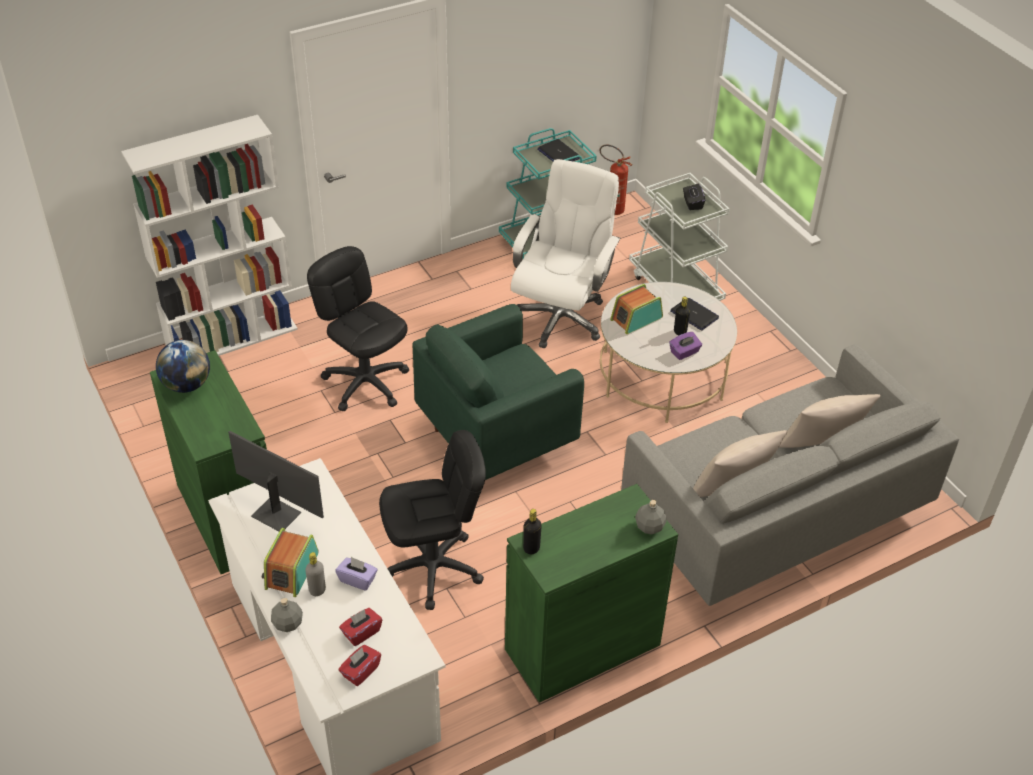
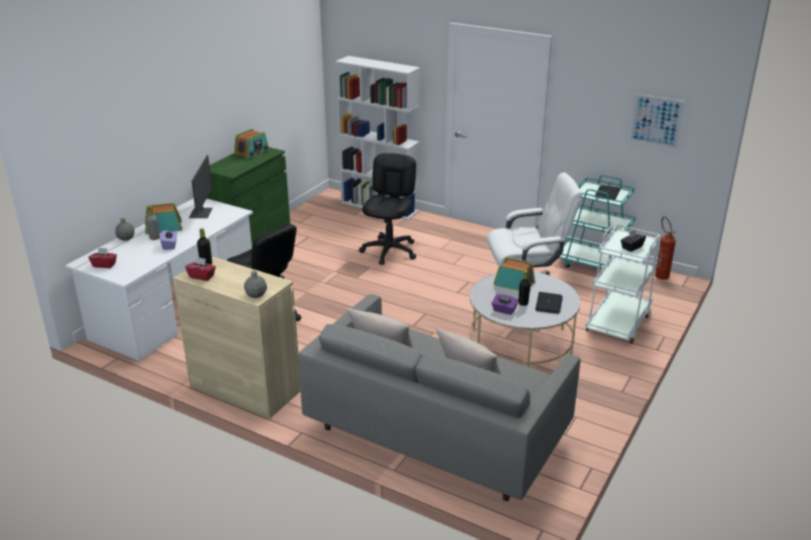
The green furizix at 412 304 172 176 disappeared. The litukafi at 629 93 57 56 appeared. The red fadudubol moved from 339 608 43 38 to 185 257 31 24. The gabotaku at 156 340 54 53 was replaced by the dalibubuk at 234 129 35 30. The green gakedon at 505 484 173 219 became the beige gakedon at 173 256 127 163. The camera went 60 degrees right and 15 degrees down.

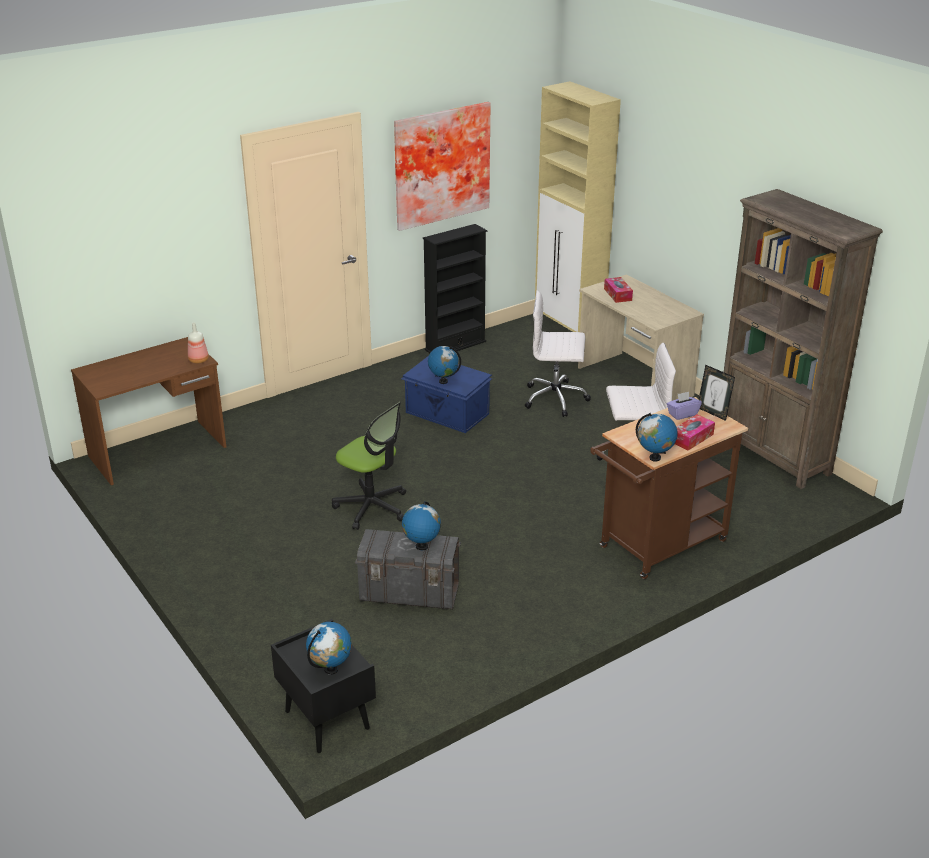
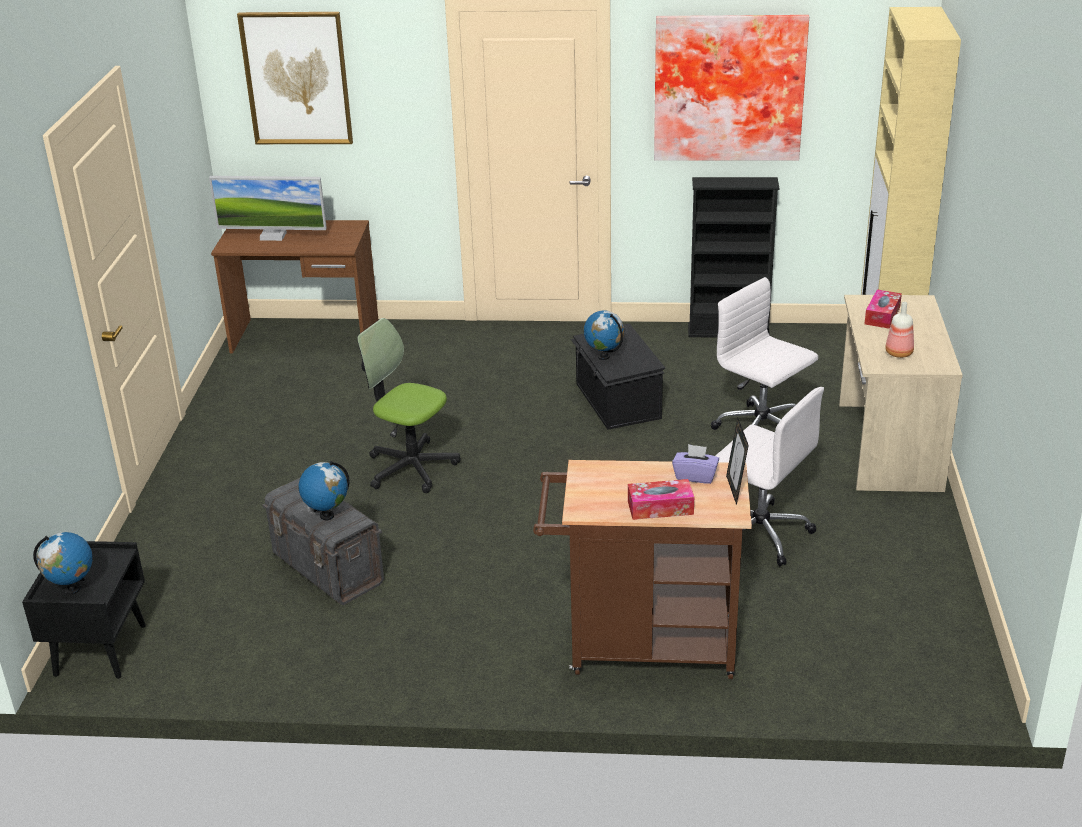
The gabotaku at 636 413 42 49 disappeared. The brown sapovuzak at 724 189 159 300 disappeared. The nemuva at 209 176 118 65 appeared. The litukafi at 237 12 116 132 appeared. The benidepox moved from 188 323 21 41 to 885 302 29 56. The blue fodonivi at 401 356 91 77 became the black fodonivi at 571 323 94 107. The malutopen at 332 402 74 128 turned 135 degrees clockwise. The camera went 40 degrees right and 0 degrees up.

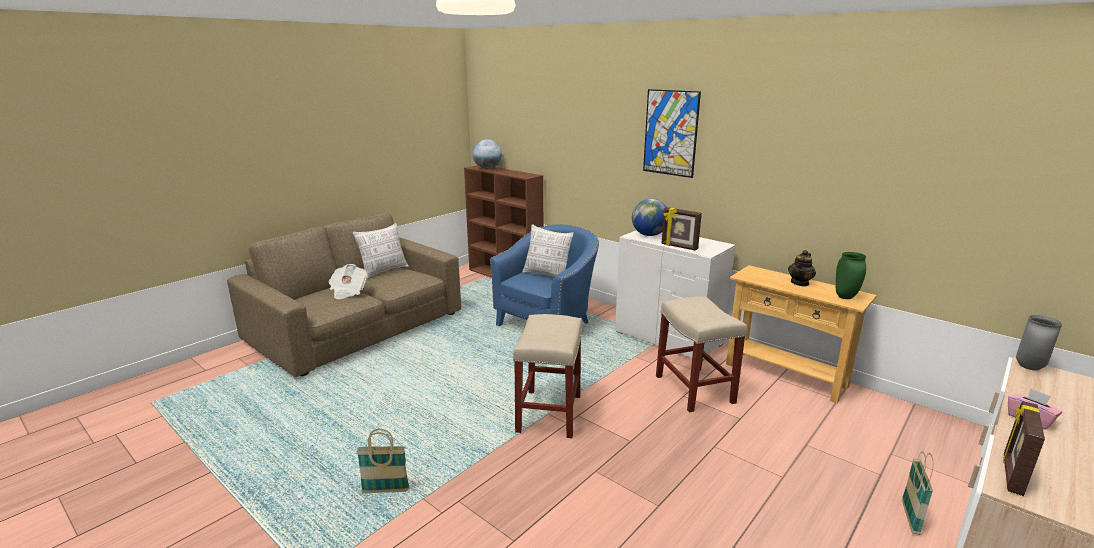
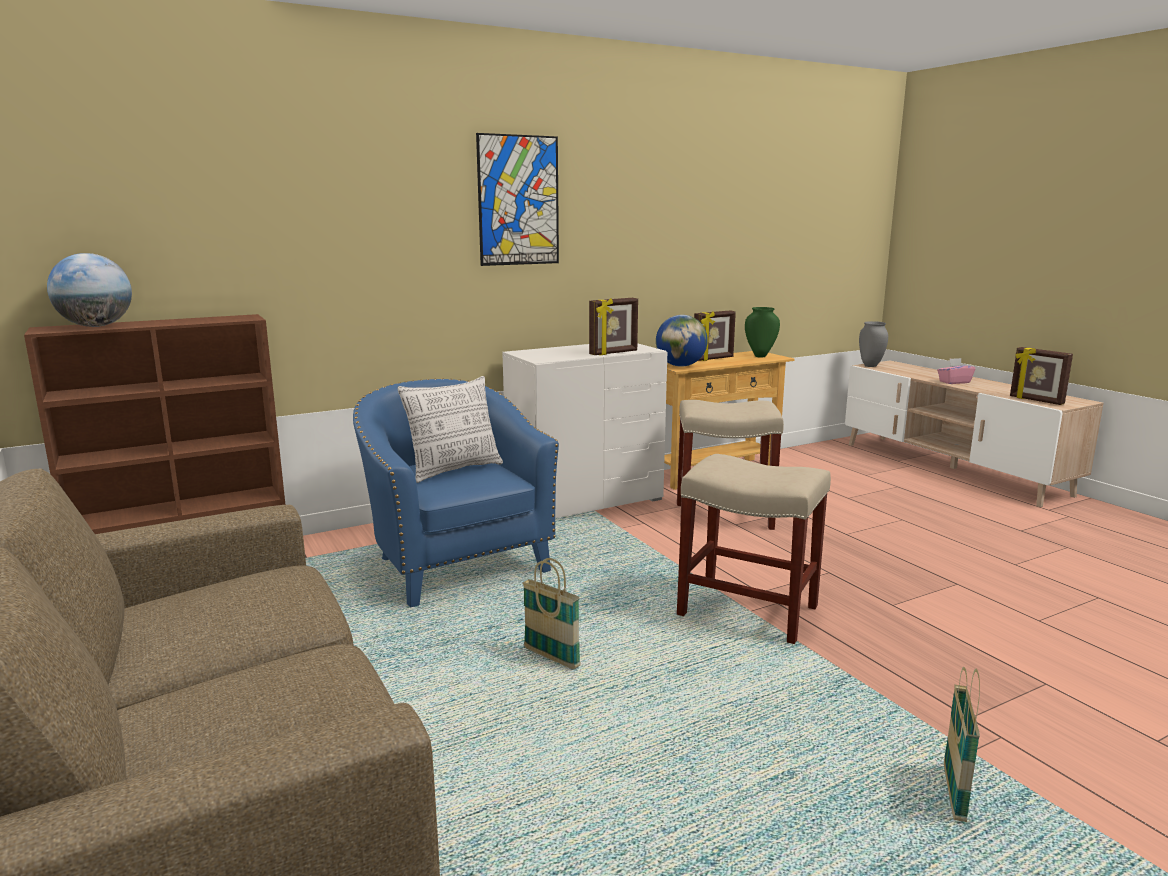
The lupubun at 329 264 39 35 disappeared. The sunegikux at 353 223 56 56 disappeared. The gabotaku moved from 632 199 34 37 to 656 315 52 52. The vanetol moved from 902 451 32 84 to 522 558 59 111. The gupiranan at 788 250 28 37 was replaced by the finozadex at 694 311 42 50. The camera went 70 degrees left and 5 degrees down.

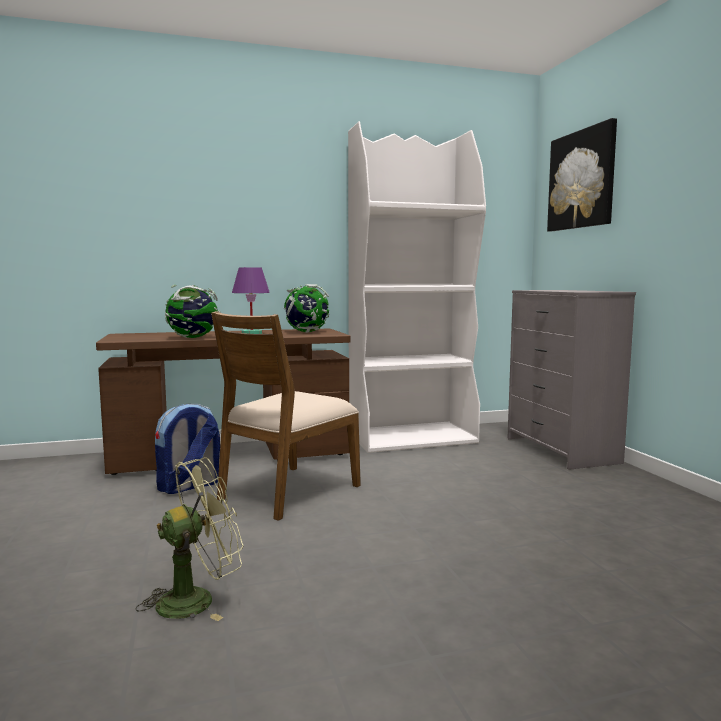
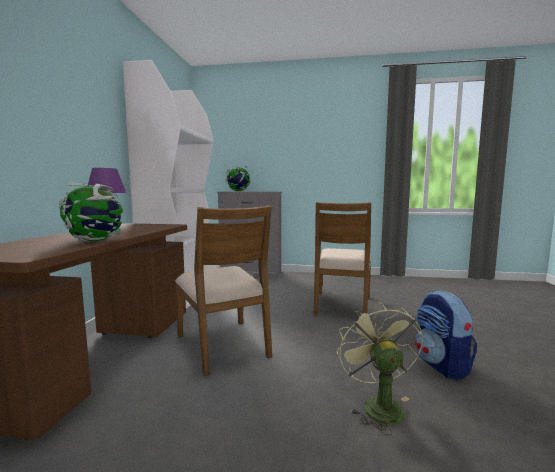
The litukafi at 547 118 70 113 disappeared. The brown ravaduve at 314 202 57 114 appeared. The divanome moved from 155 404 65 90 to 415 290 62 90. The gabotaku moved from 284 284 45 49 to 225 166 26 25. The camera went 65 degrees left and 0 degrees up.

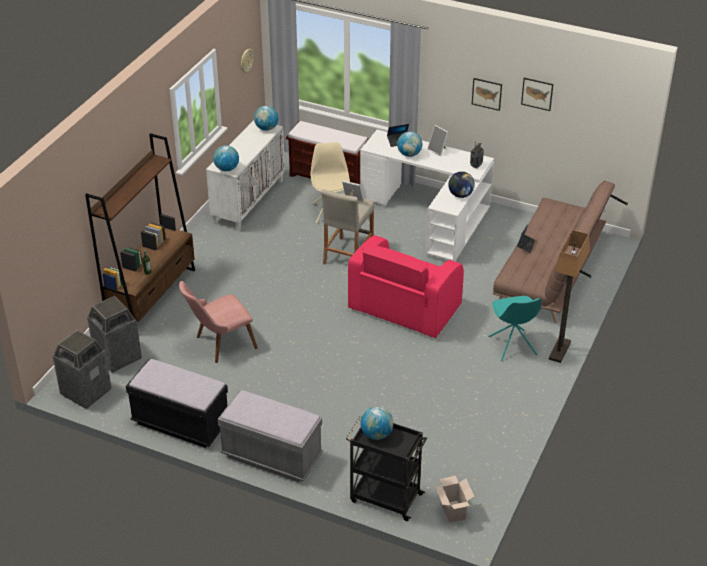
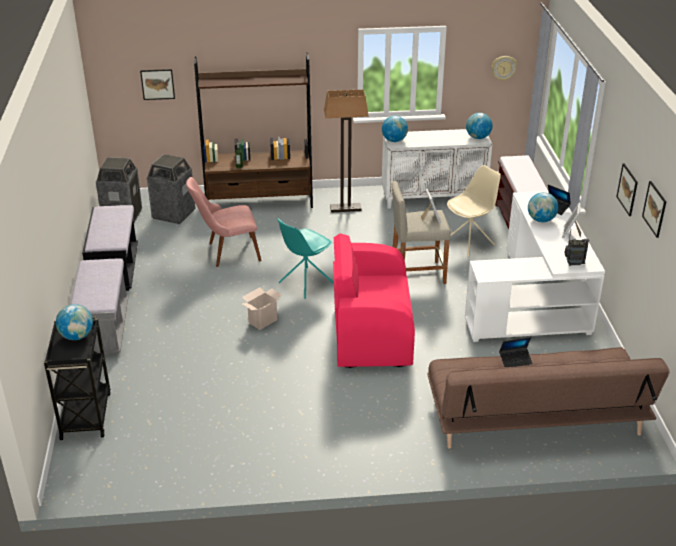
The gabotaku at 448 171 27 27 disappeared. The litukafi at 140 69 35 31 appeared. The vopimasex moved from 435 476 39 47 to 241 287 41 43. The turquoise ravaduve moved from 488 296 53 65 to 277 218 57 81. The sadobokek moved from 549 230 41 133 to 324 89 45 124. The pink ravaduve at 179 281 79 82 turned 45 degrees counterclockwise. The camera went 60 degrees right and 5 degrees down.

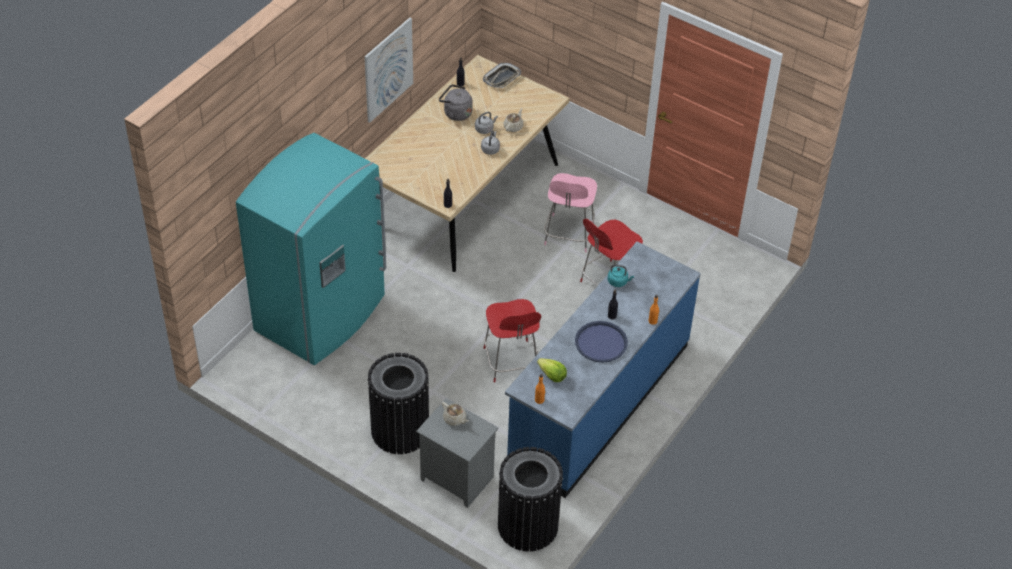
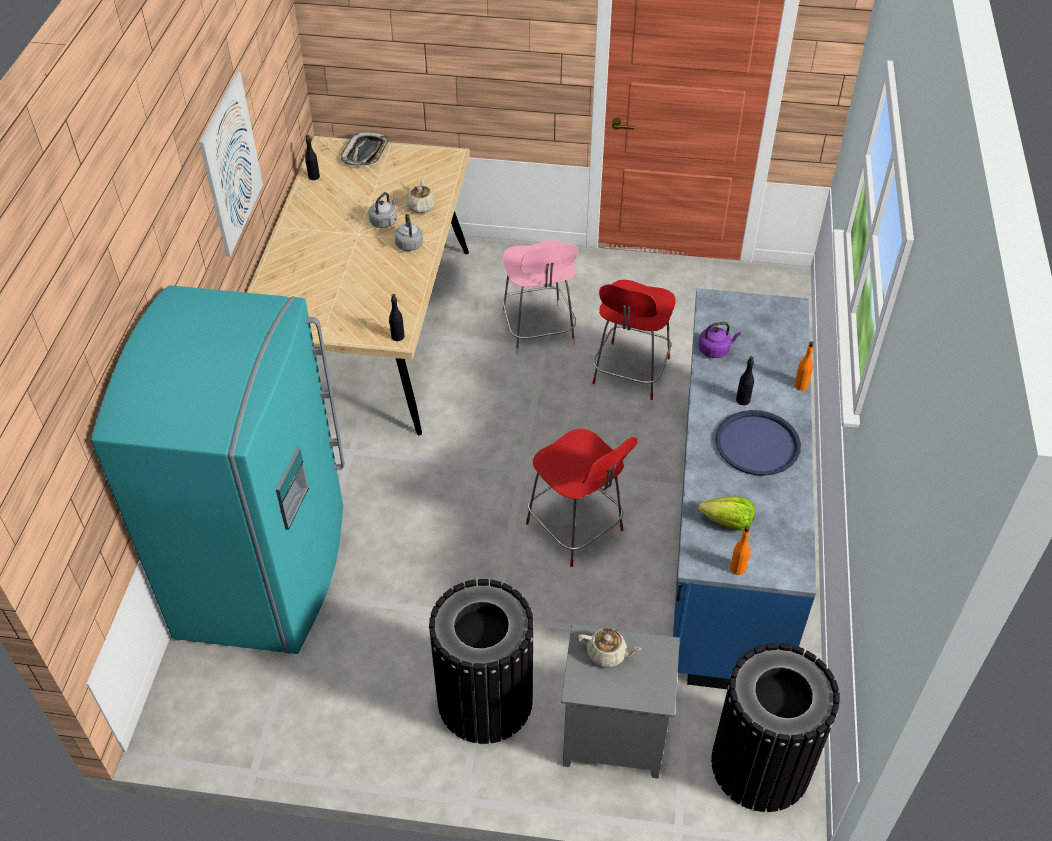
The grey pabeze at 439 84 34 37 disappeared. The turquoise pabeze at 608 264 26 23 became the purple pabeze at 698 322 43 36. The camera went 25 degrees left and 0 degrees up.

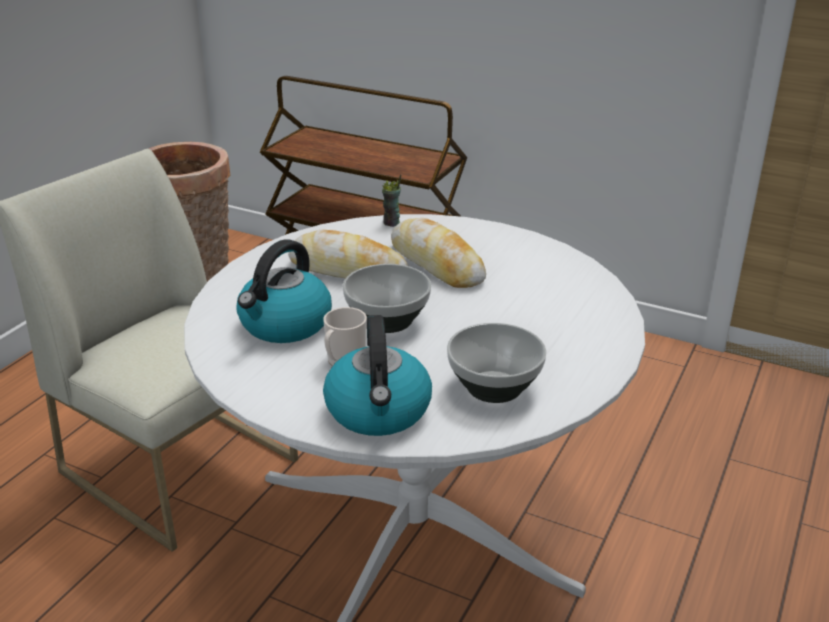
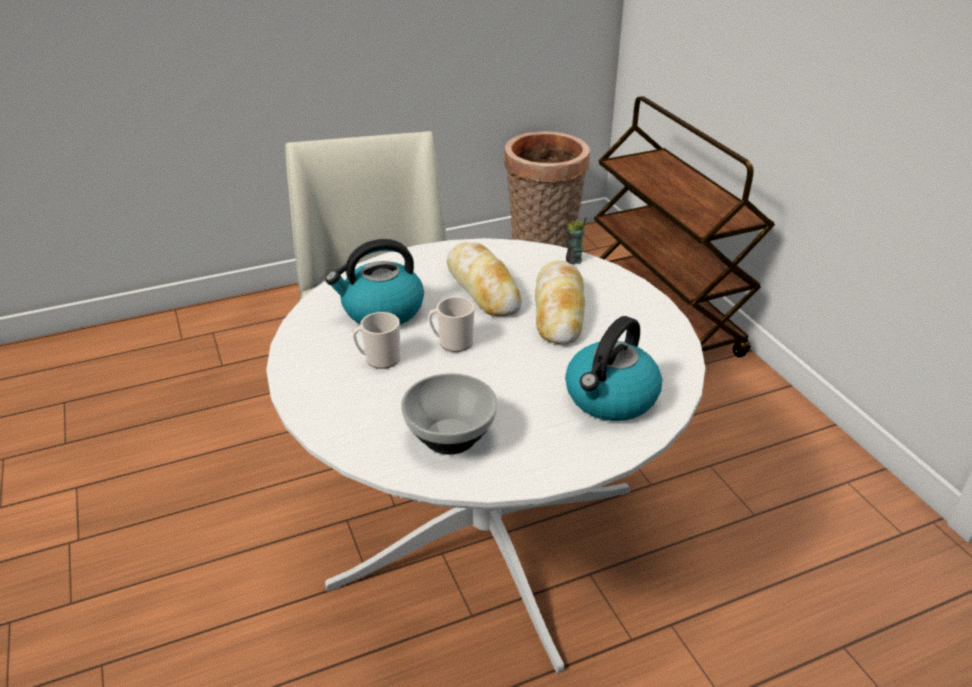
The pabeze moved from 323 315 109 121 to 565 316 97 105. The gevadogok at 343 264 88 69 was replaced by the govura at 428 297 47 55. The camera went 40 degrees right and 5 degrees up.

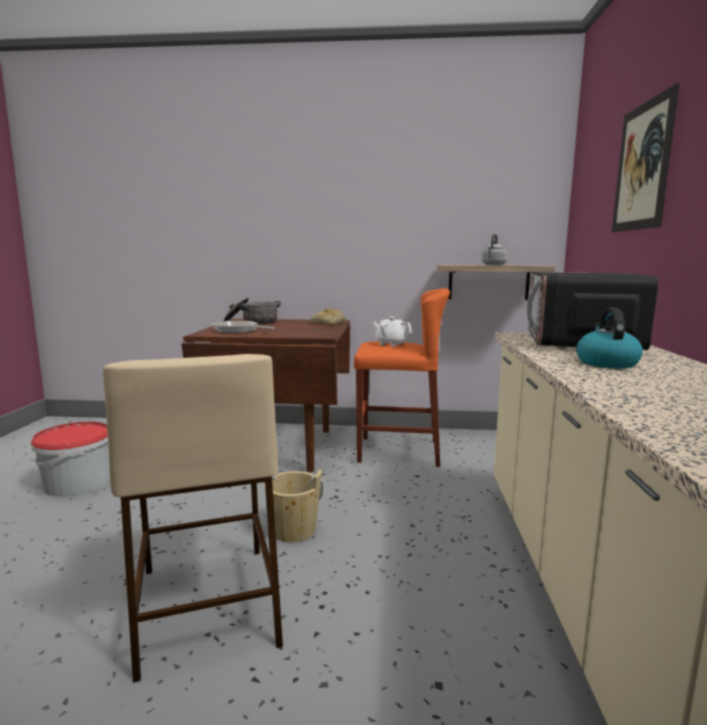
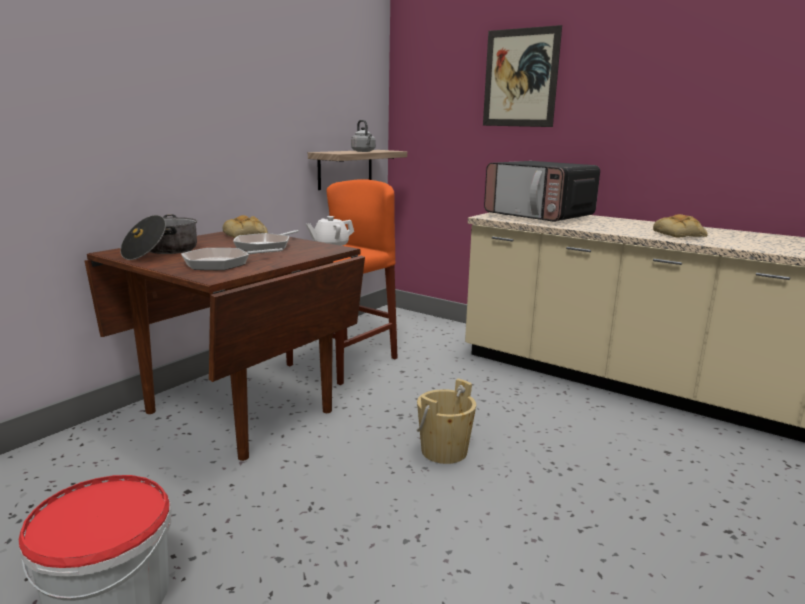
The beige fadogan at 103 354 180 329 disappeared. The pabeze at 576 307 67 62 disappeared. The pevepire at 233 230 66 21 appeared. The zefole at 653 214 55 23 appeared. The camera went 60 degrees left and 5 degrees up.

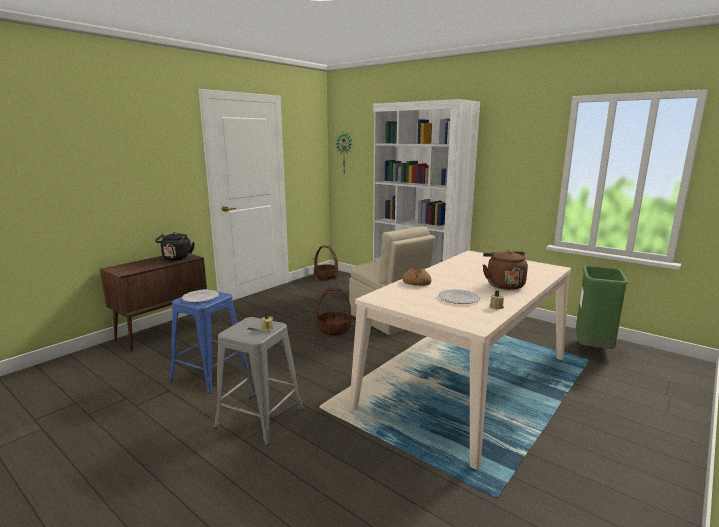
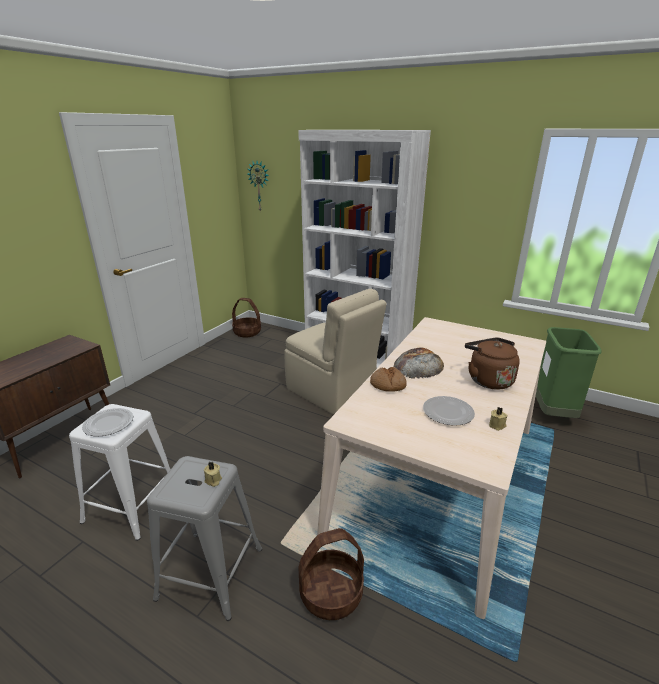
The black pabeze at 155 232 40 29 disappeared. The zefole at 394 348 50 31 appeared. The vanetol moved from 317 288 34 48 to 298 528 66 92. The blue fadogan at 169 289 78 105 became the white fadogan at 69 404 102 137. The camera went 10 degrees left and 10 degrees up.

